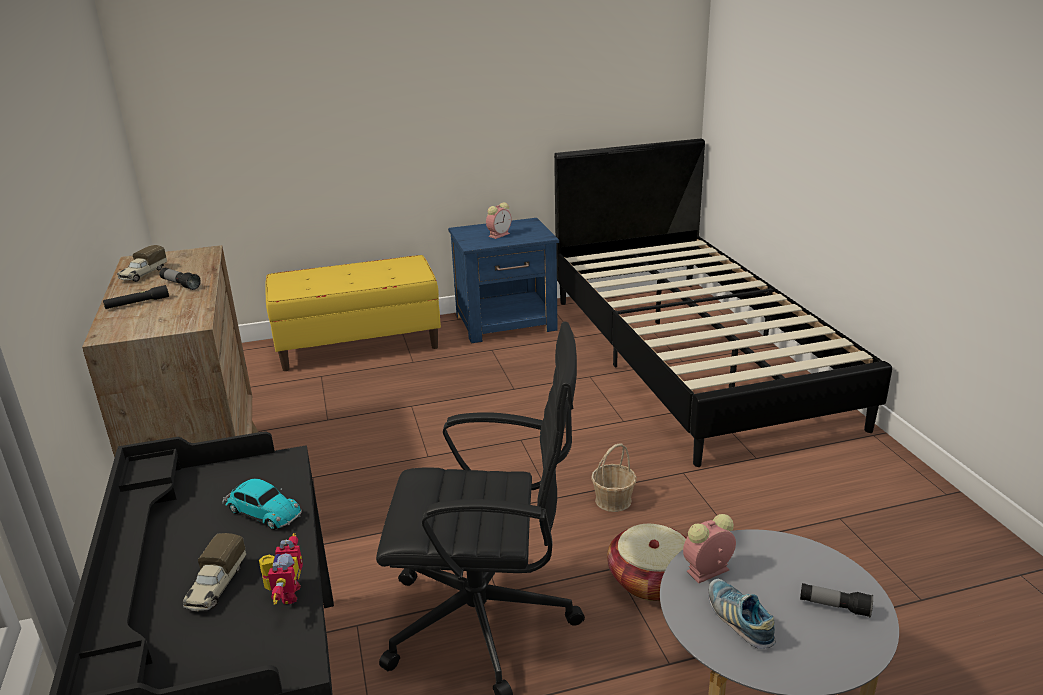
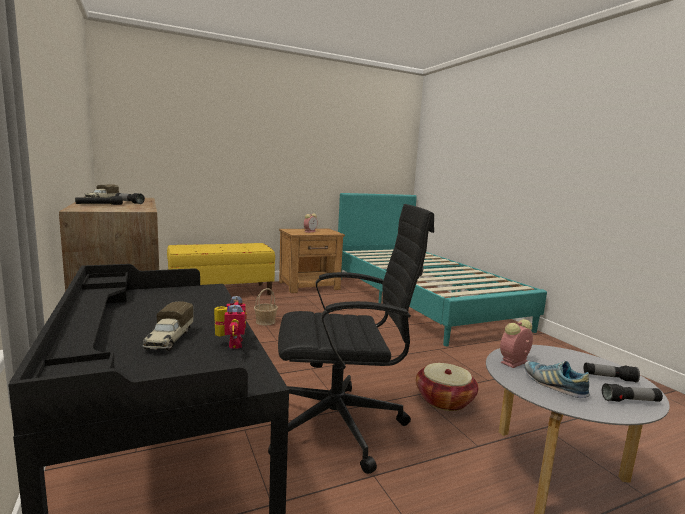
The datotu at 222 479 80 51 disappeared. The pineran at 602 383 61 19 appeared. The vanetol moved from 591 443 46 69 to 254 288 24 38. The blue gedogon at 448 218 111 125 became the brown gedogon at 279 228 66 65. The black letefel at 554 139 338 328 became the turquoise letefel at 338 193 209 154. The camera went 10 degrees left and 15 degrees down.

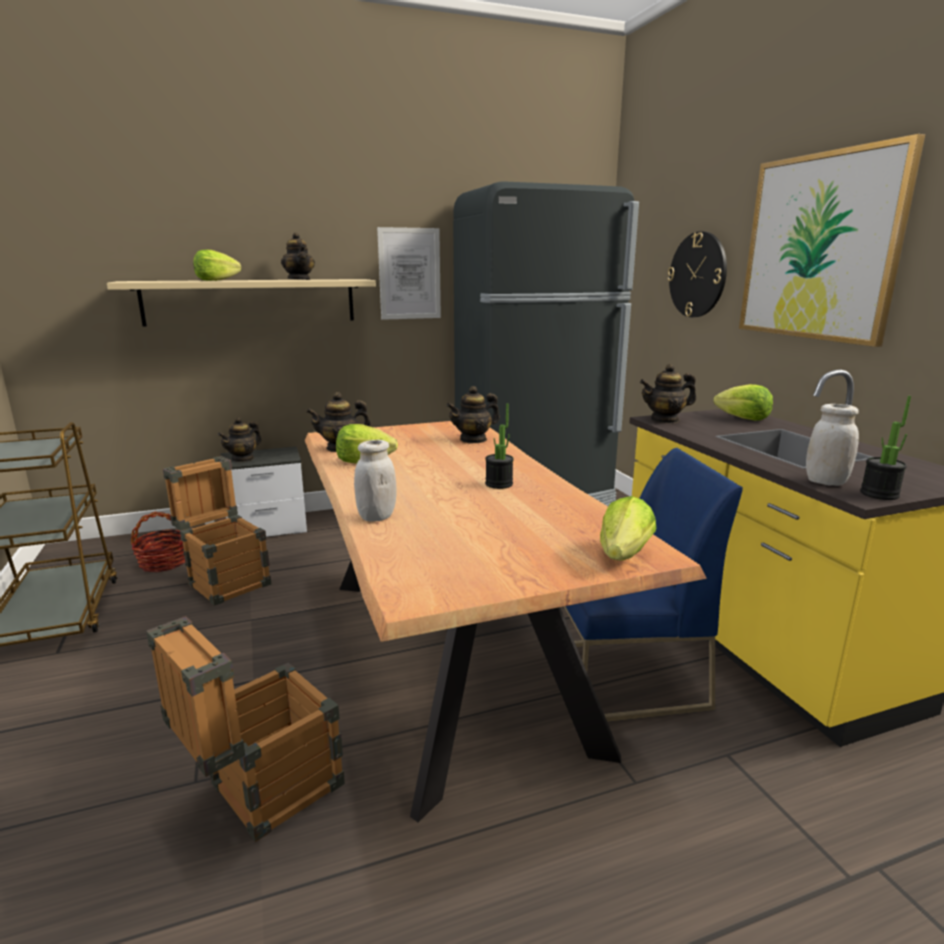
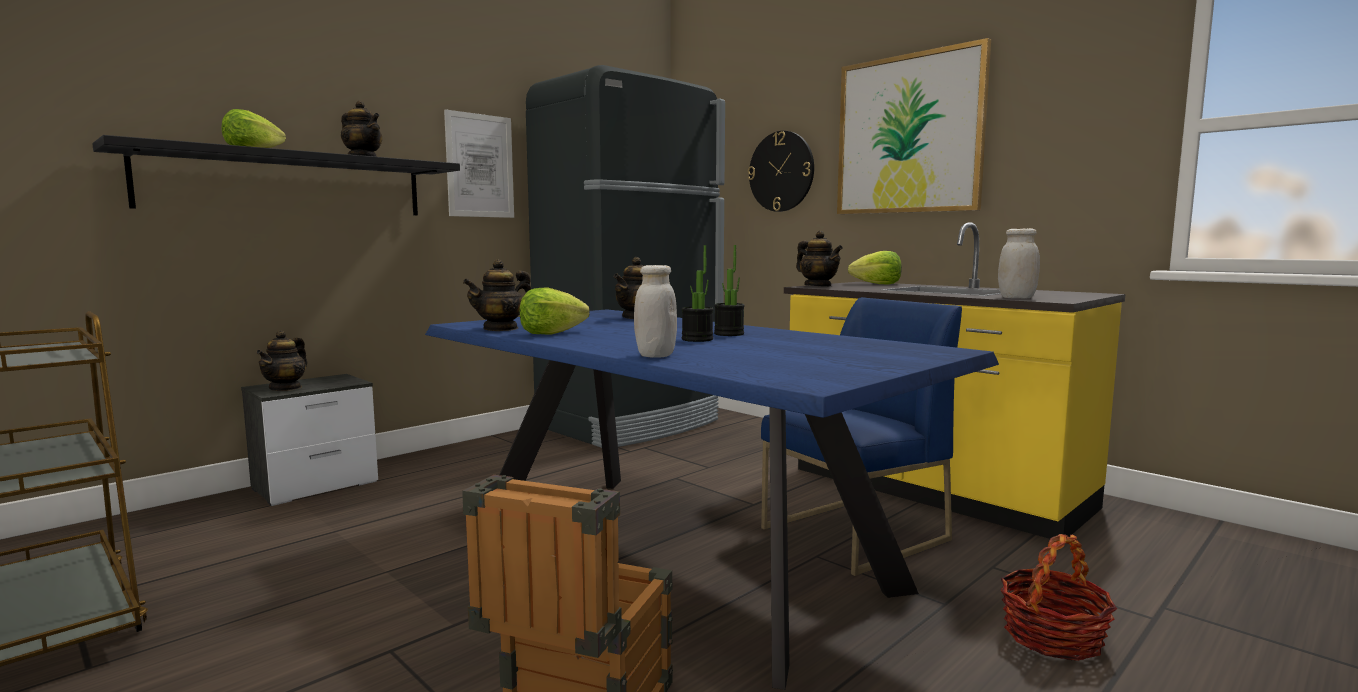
The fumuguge at 163 456 108 150 disappeared. The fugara at 600 496 56 65 disappeared. The vanetol moved from 131 512 54 60 to 1001 534 116 127. The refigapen moved from 860 396 51 104 to 682 245 31 97. The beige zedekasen at 107 279 269 48 became the black zedekasen at 92 135 368 80. The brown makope at 305 421 401 401 became the blue makope at 425 309 574 381. The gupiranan at 640 364 56 59 turned 90 degrees counterclockwise. The camera went 25 degrees left and 10 degrees down.

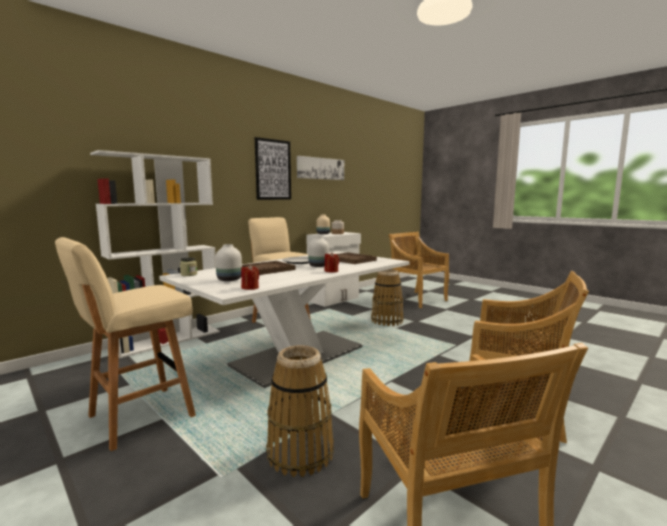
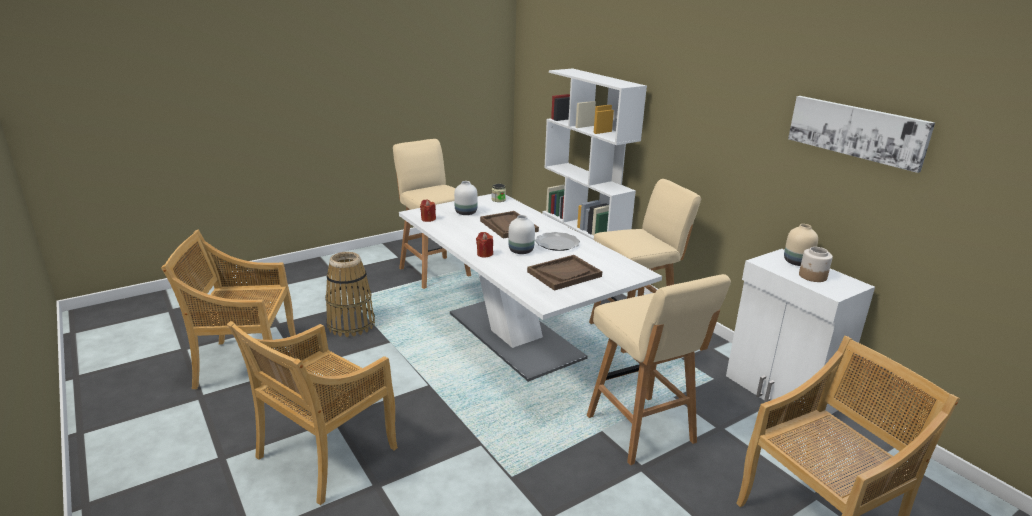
The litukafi at 255 137 36 63 disappeared. The vanetol at 371 269 33 57 was replaced by the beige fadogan at 587 274 144 191. The camera went 100 degrees right and 15 degrees up.

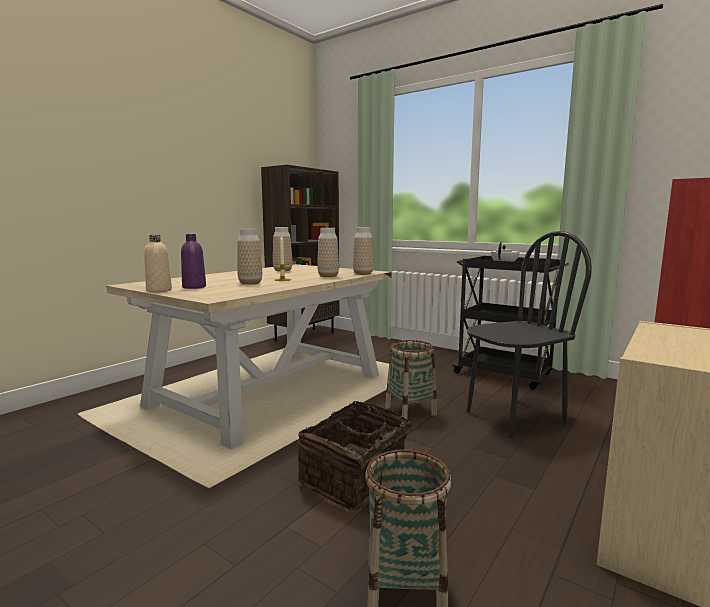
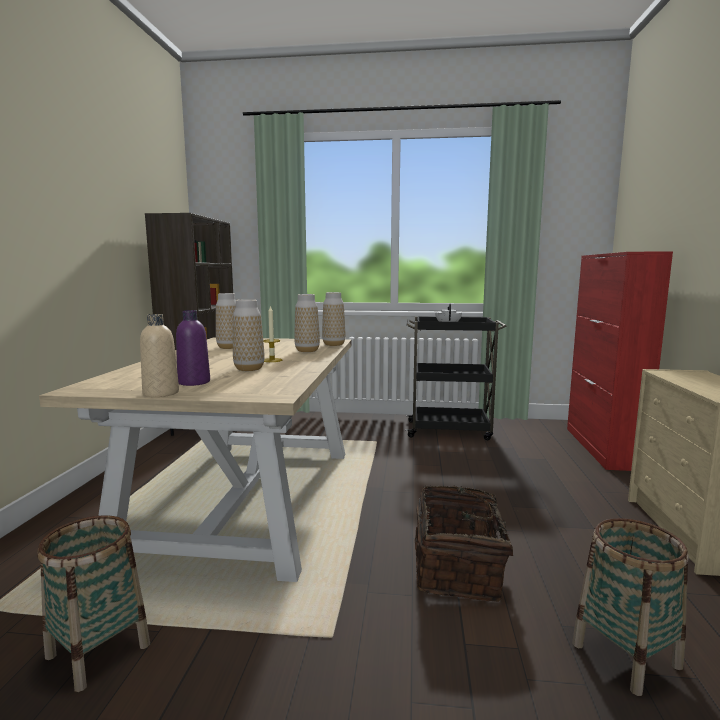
The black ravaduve at 467 231 125 207 disappeared. The vanetol moved from 385 340 52 79 to 38 515 112 177. The camera went 30 degrees left and 0 degrees up.

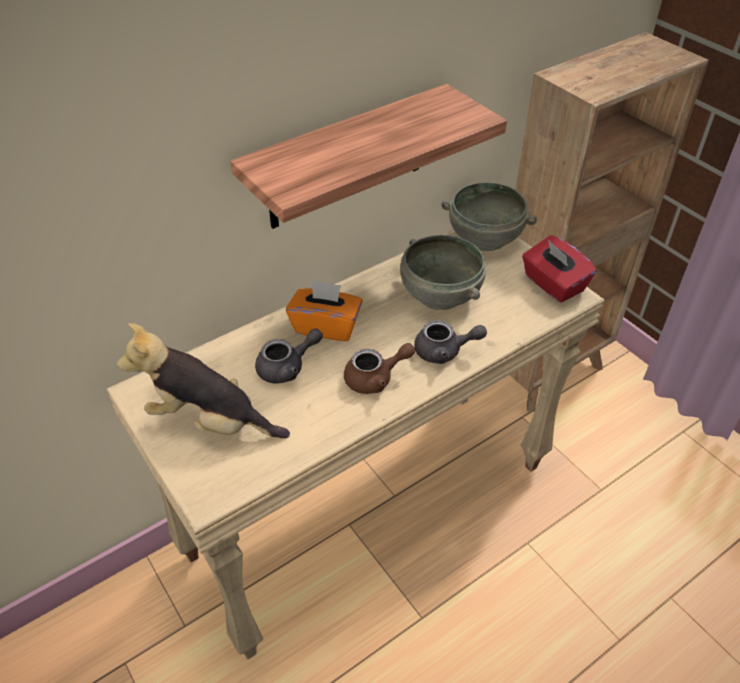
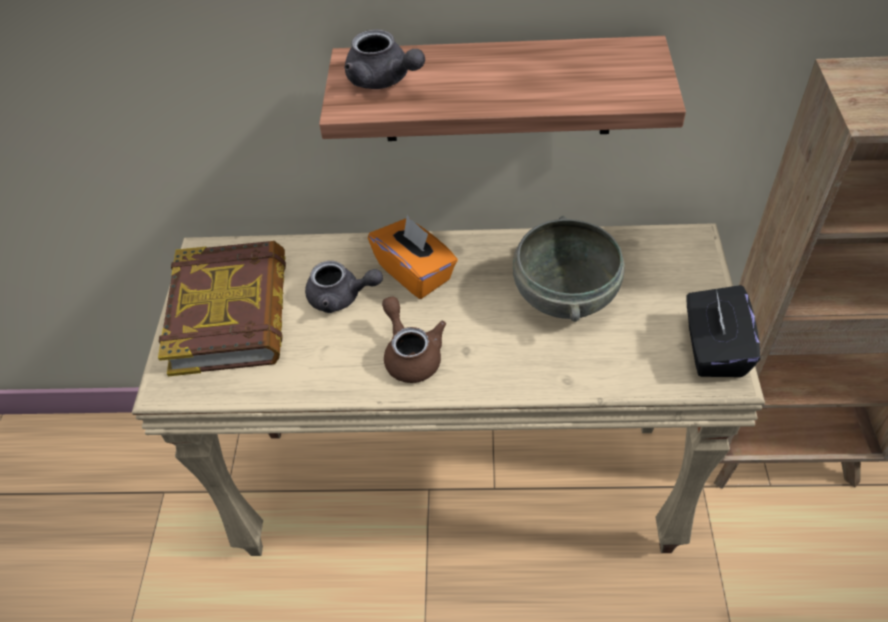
The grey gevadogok at 441 182 96 69 disappeared. The grey gupiranan moved from 414 320 73 44 to 344 29 81 60. The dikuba at 117 323 173 115 was replaced by the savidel at 158 241 128 135. The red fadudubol at 522 235 75 68 became the black fadudubol at 687 285 73 92. The brown gupiranan at 344 343 71 51 turned 135 degrees counterclockwise. The camera went 40 degrees right and 5 degrees up.

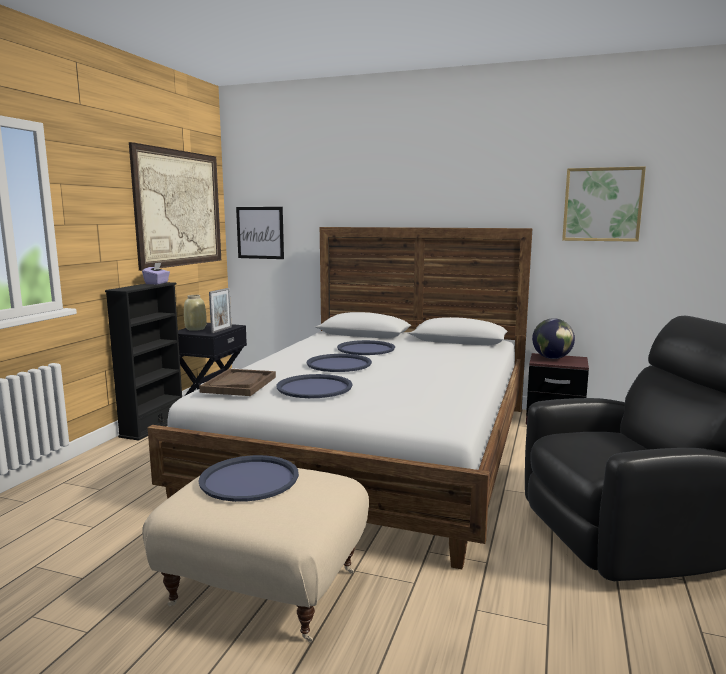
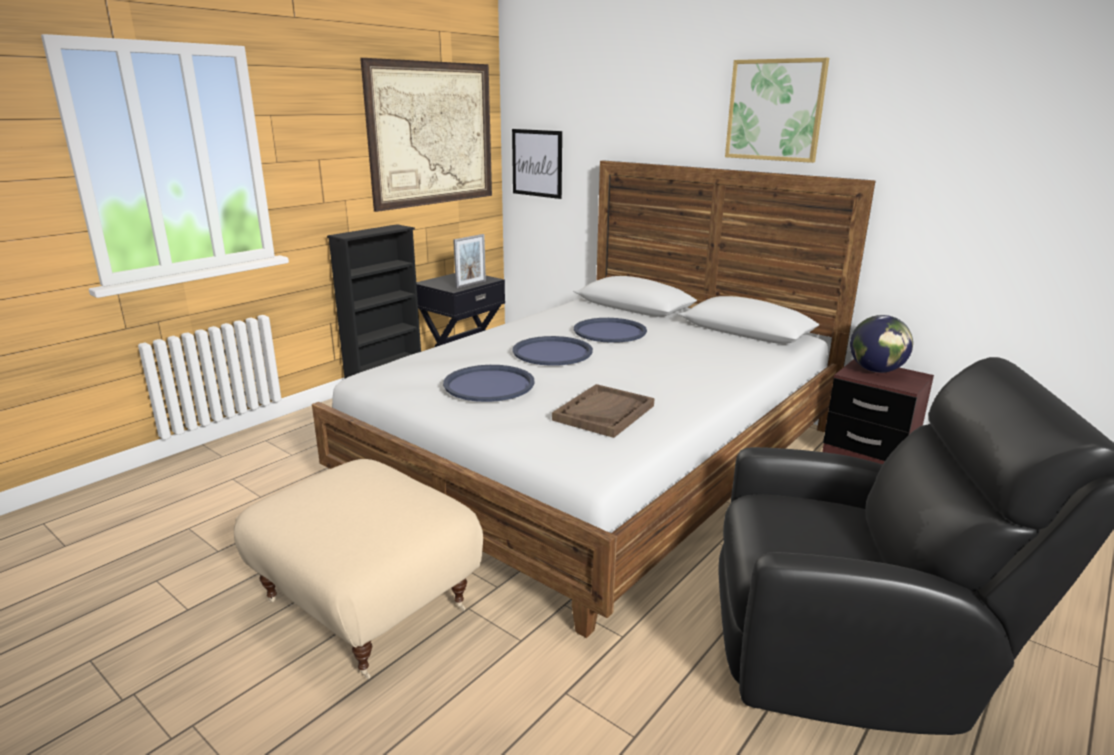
The purple fadudubol at 142 262 28 22 disappeared. The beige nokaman at 184 295 23 36 disappeared. The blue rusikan at 198 455 101 47 disappeared. The brown rusikan moved from 199 369 77 27 to 552 384 102 54. The litukafi moved from 562 166 84 76 to 725 58 104 105. The camera went 20 degrees right and 10 degrees up.

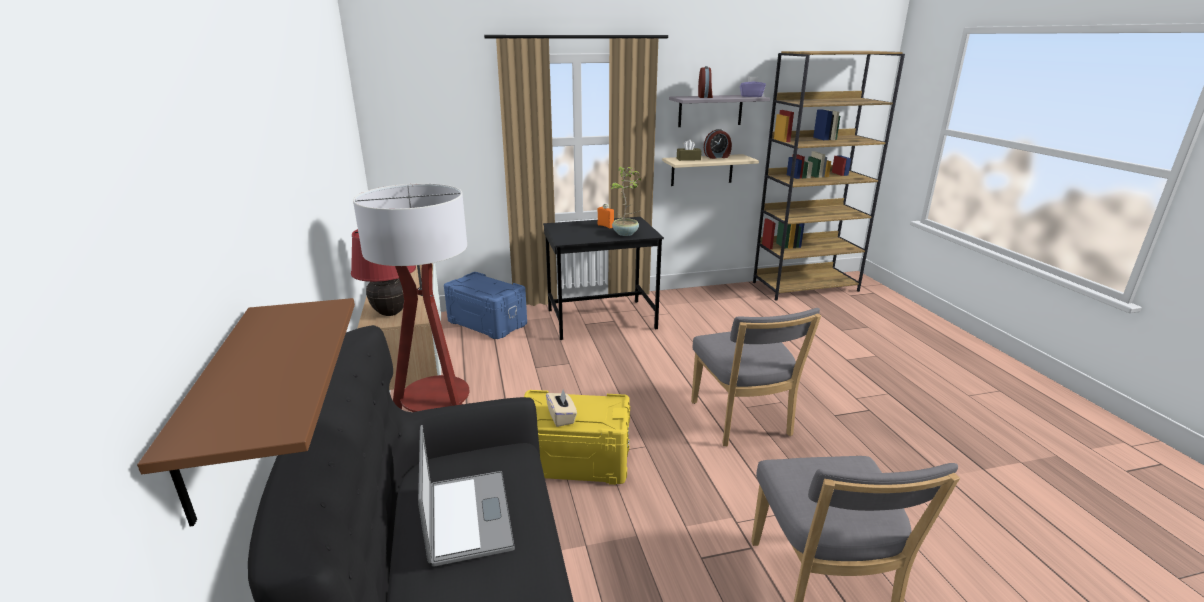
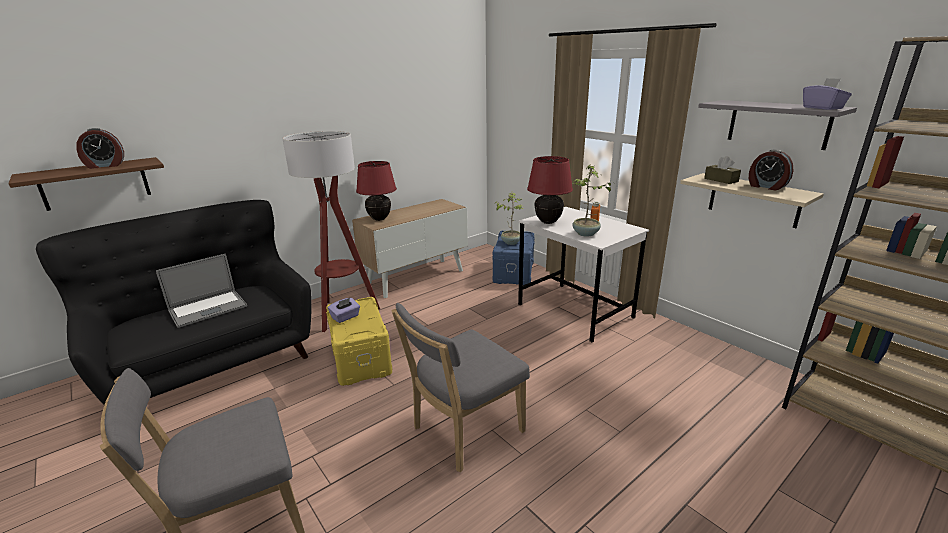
The refigapen at 494 192 29 53 appeared. The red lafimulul at 527 156 46 68 appeared. The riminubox moved from 698 66 15 32 to 77 128 47 41. The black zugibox at 543 217 121 123 became the white zugibox at 518 207 131 135. The beige fadudubol at 546 390 31 37 became the purple fadudubol at 328 298 32 25. The camera went 65 degrees right and 0 degrees up.

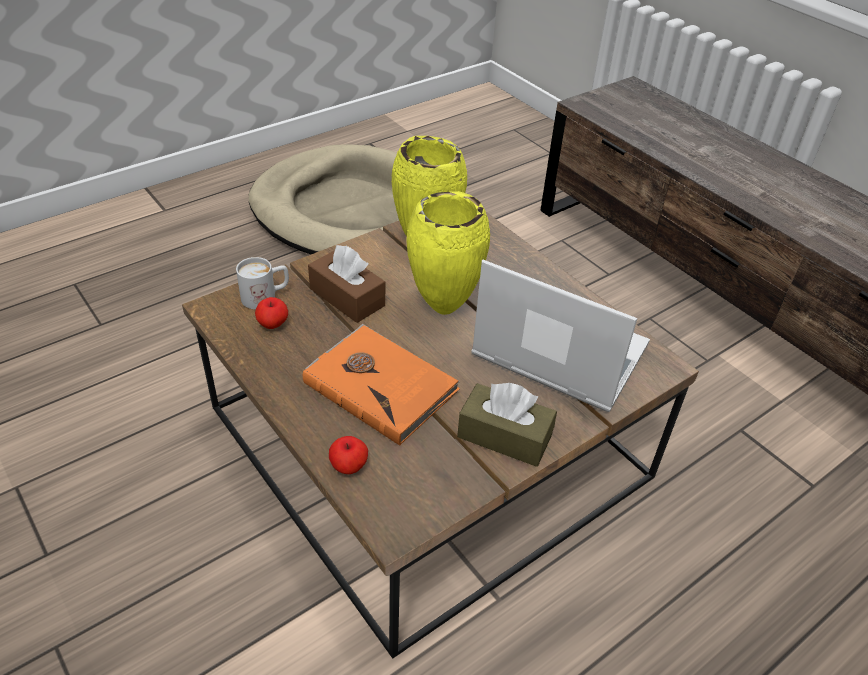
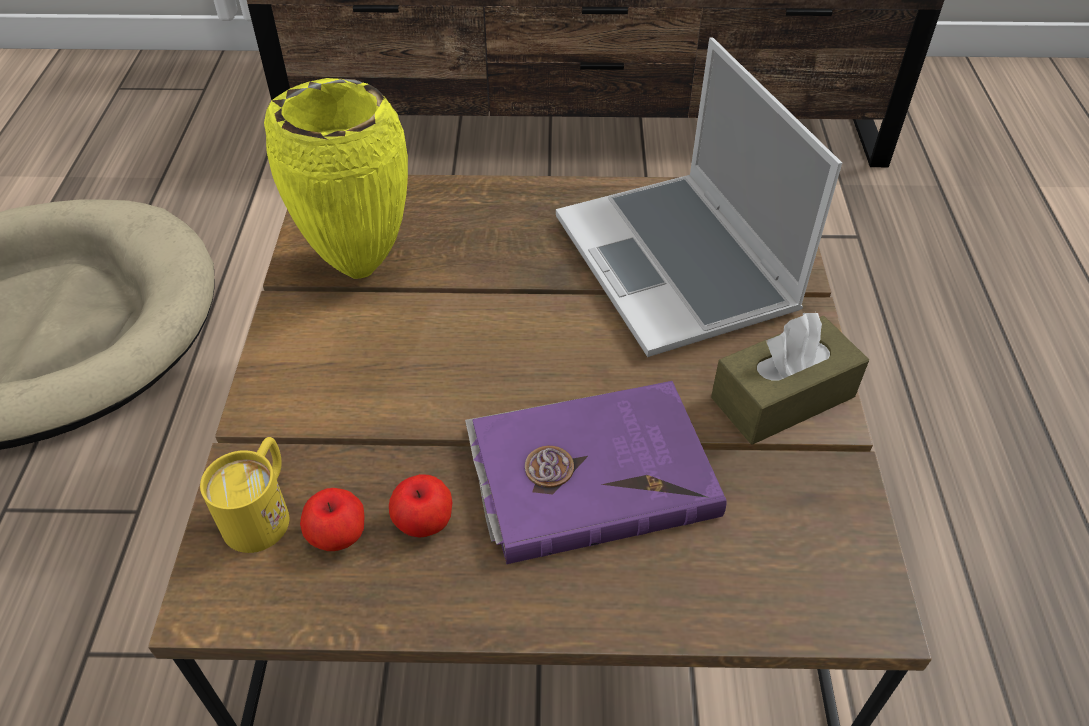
The brown fadudubol at 308 245 77 78 disappeared. The yellow nokaman at 406 191 84 124 disappeared. The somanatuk moved from 329 436 39 38 to 389 474 63 64. The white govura at 236 257 53 52 became the yellow govura at 200 437 89 116. The orange savidel at 303 324 157 122 became the purple savidel at 465 381 262 183. The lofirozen at 471 260 179 152 turned 90 degrees counterclockwise. The camera went 50 degrees left and 5 degrees up.

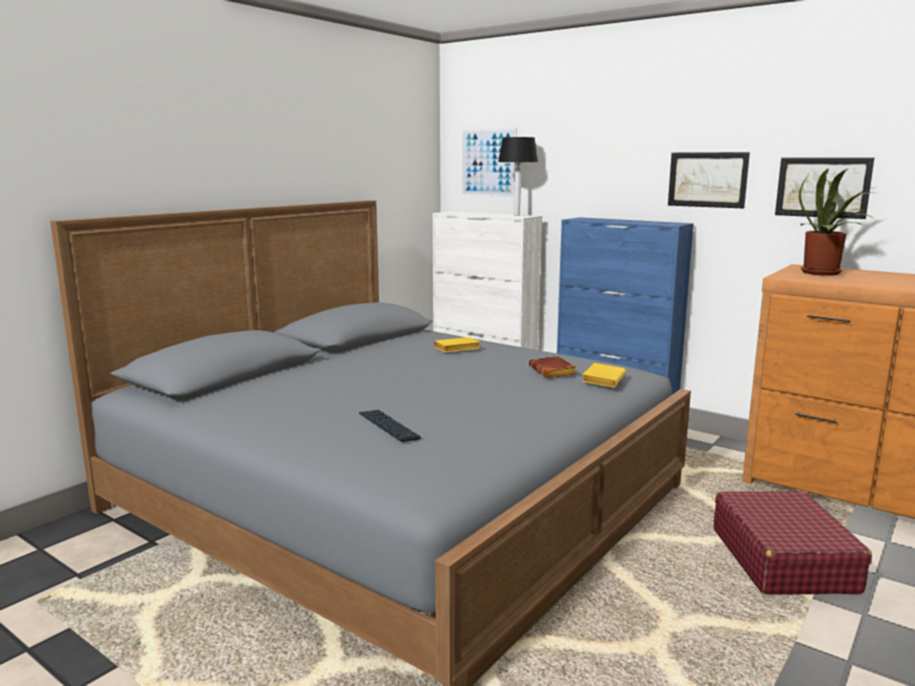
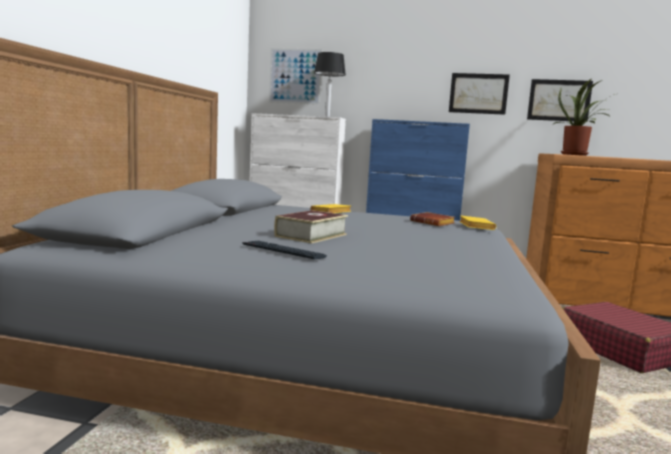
The savidel at 274 210 74 34 appeared. The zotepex moved from 359 410 62 32 to 242 241 85 18. The camera went 25 degrees left and 5 degrees down.

